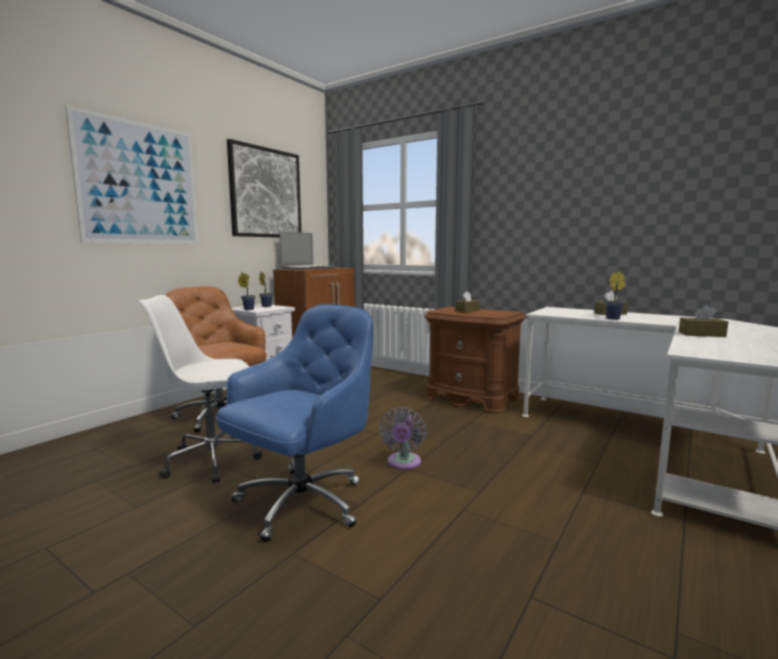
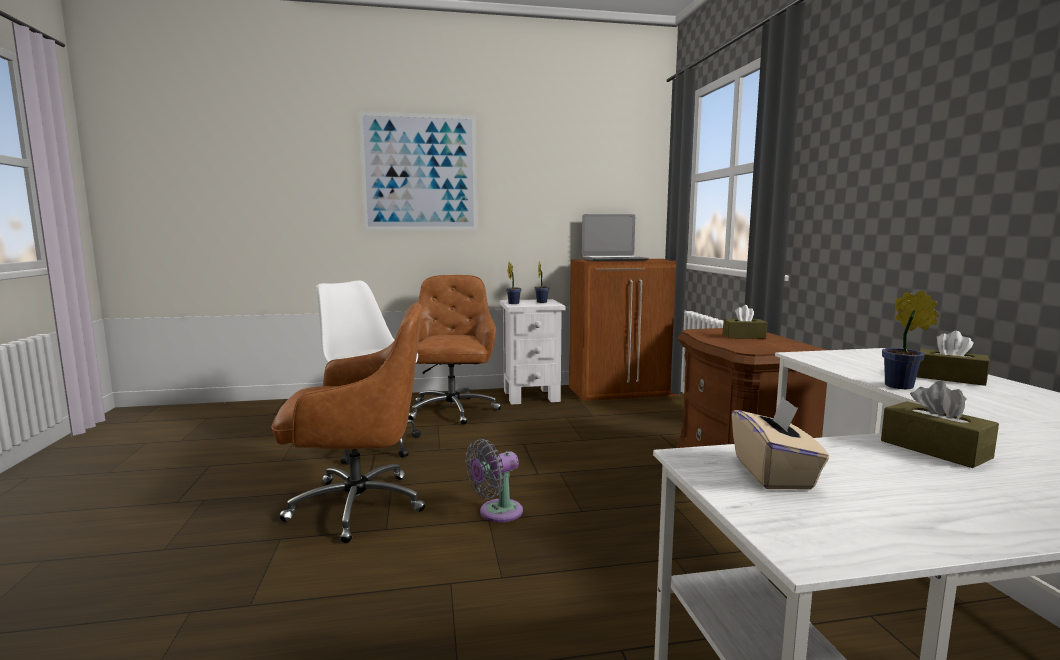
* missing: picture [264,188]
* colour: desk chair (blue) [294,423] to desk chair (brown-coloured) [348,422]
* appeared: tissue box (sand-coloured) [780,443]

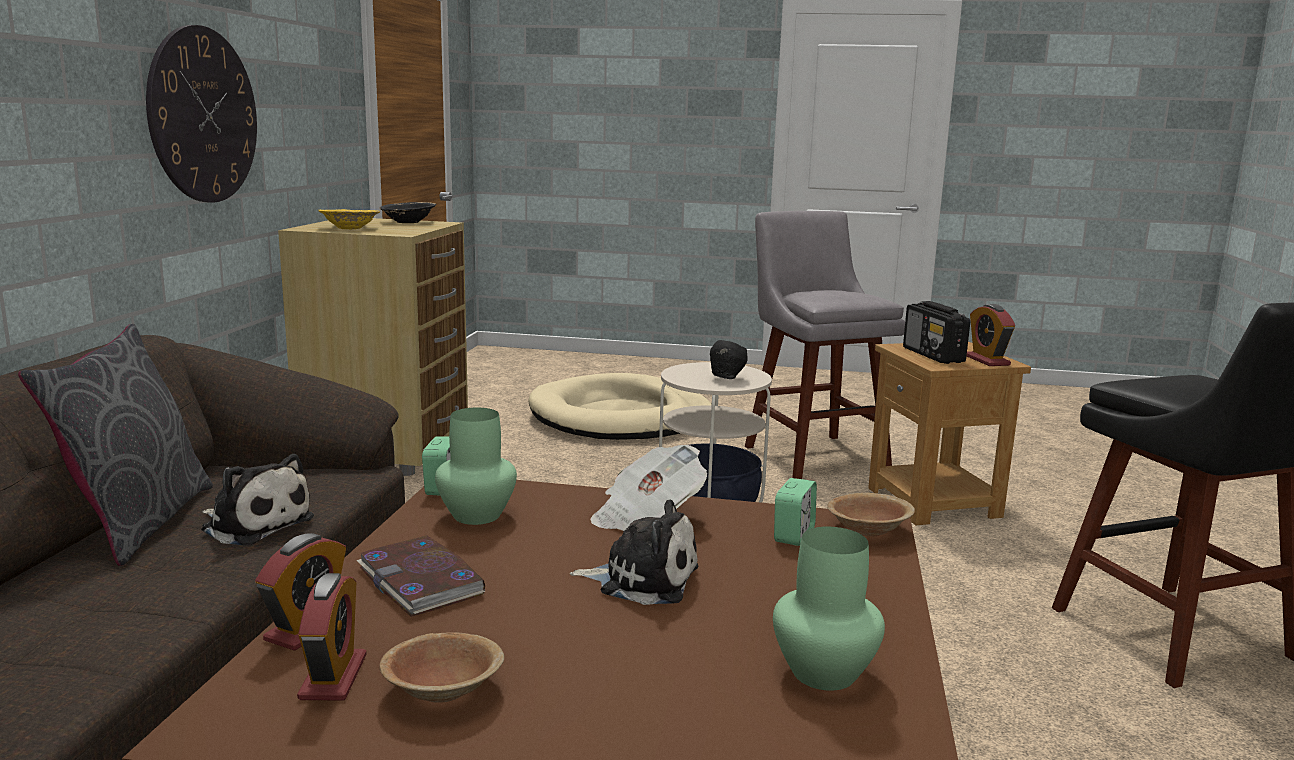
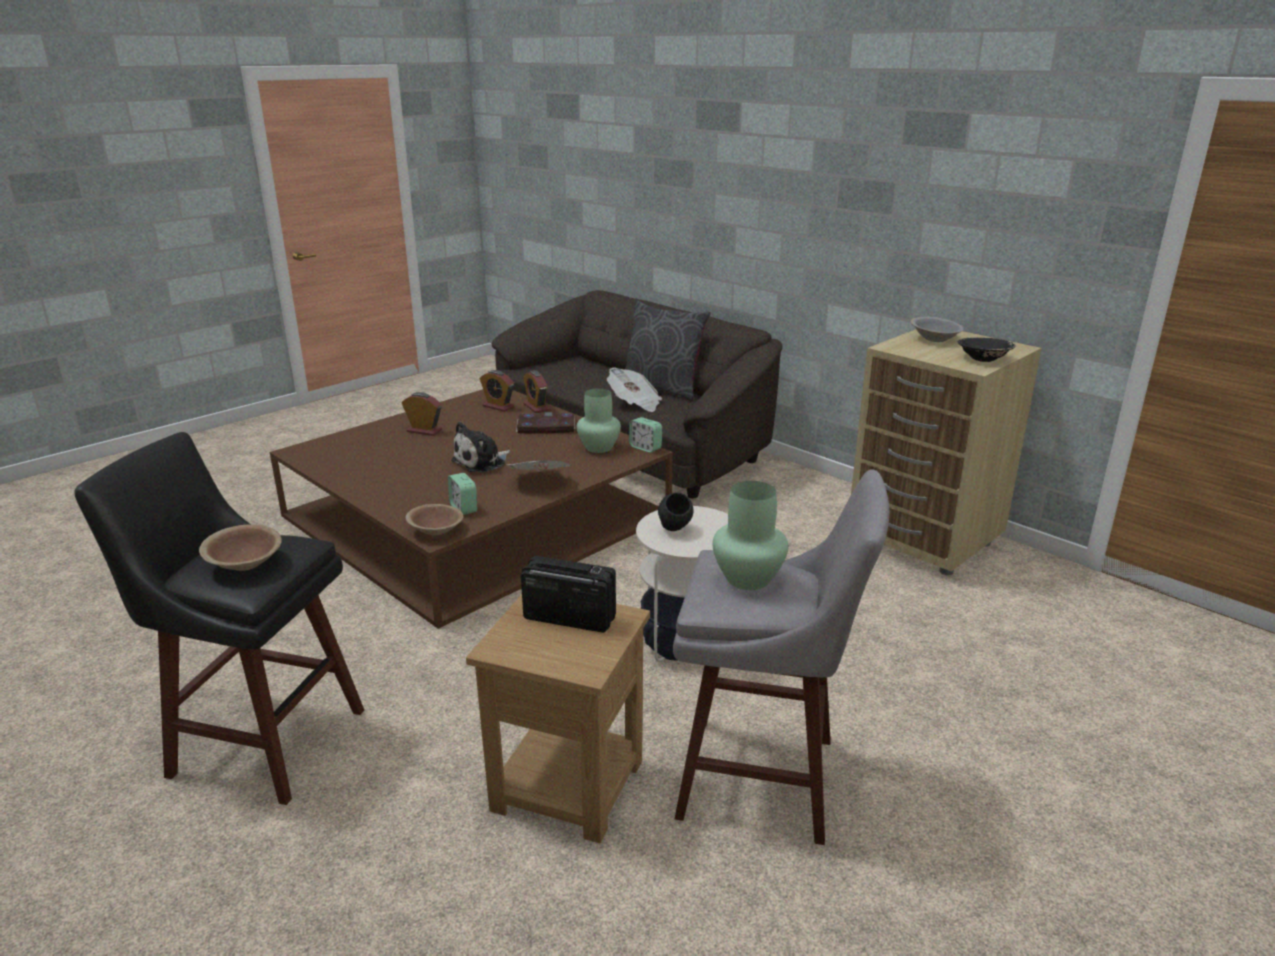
* missing: clock on the wall [201,114]
* colour: deep dish (yellow) [349,219] to deep dish (gray) [937,329]
* relocated: table clock [991,335] to [421,414]
* missing: dog cushion (sand-coloured) [620,406]
* exchanged: cuddly toy [257,500] to newspaper [634,389]
* relocated: flower vase (greenish) [829,609] to [750,535]
* relocated: deep dish (brown-coloured) [441,667] to [240,547]

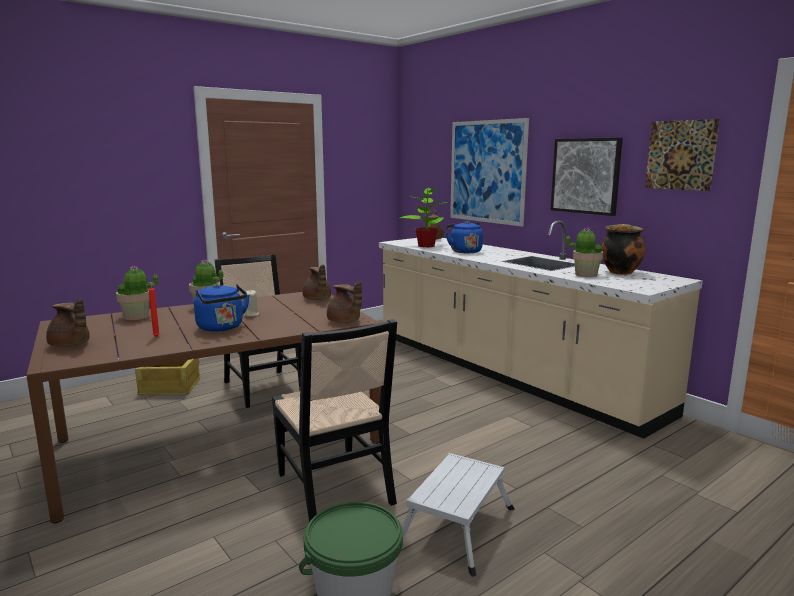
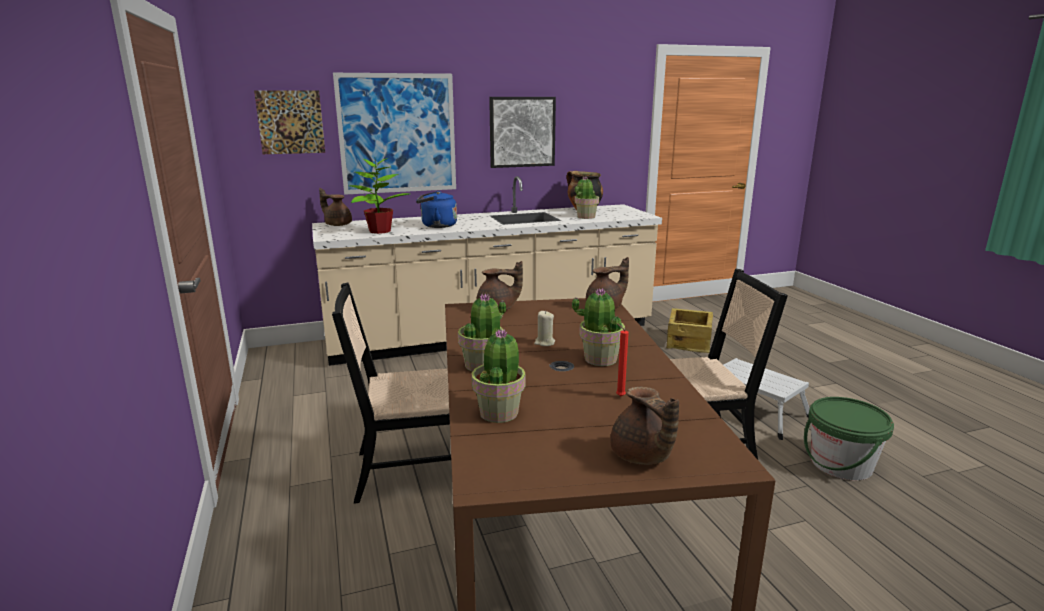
* relocated: picture [682,155] to [289,122]
* exchanged: kettle (blue) [222,308] to plant in a pot [598,327]
* spun: teapot (brown-coloured) [68,323] = [644,426] 105 degrees clockwise
* relocated: crate [167,376] to [689,330]

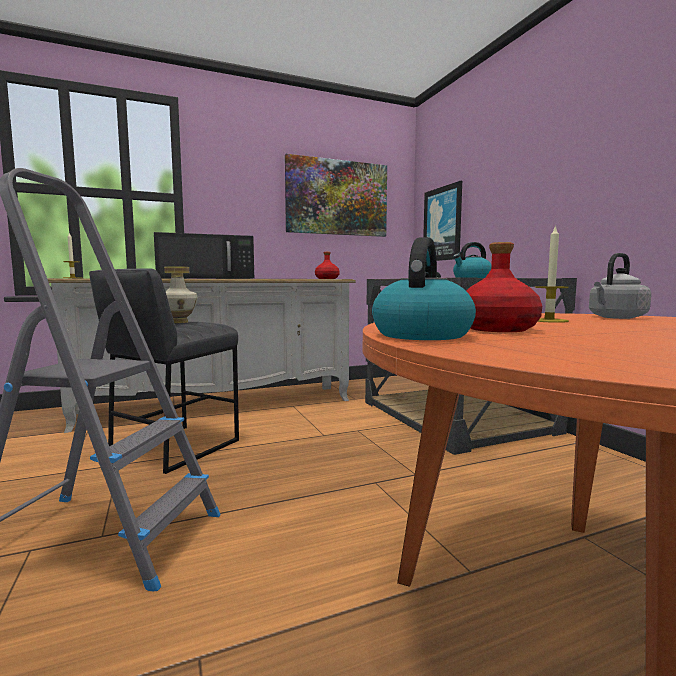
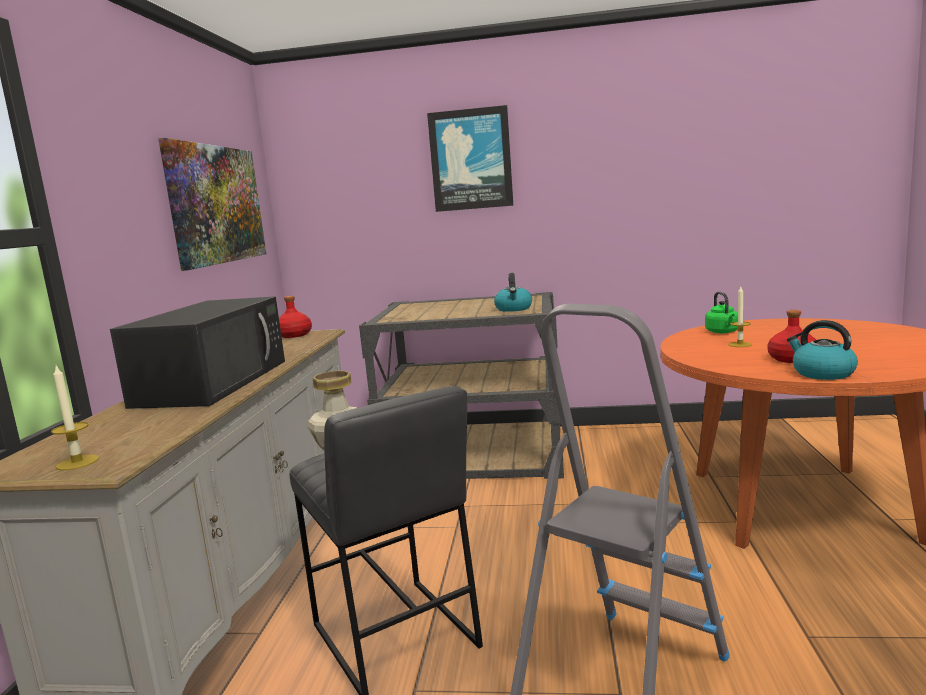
* relocated: picture [442,221] to [470,158]
* colour: kettle (gray) [620,286] to kettle (greenish) [721,312]

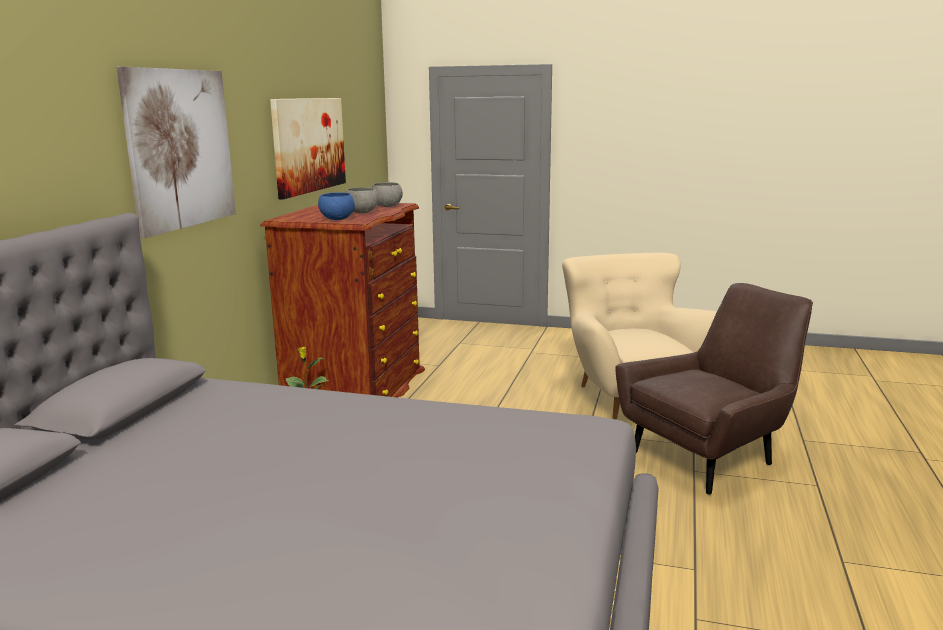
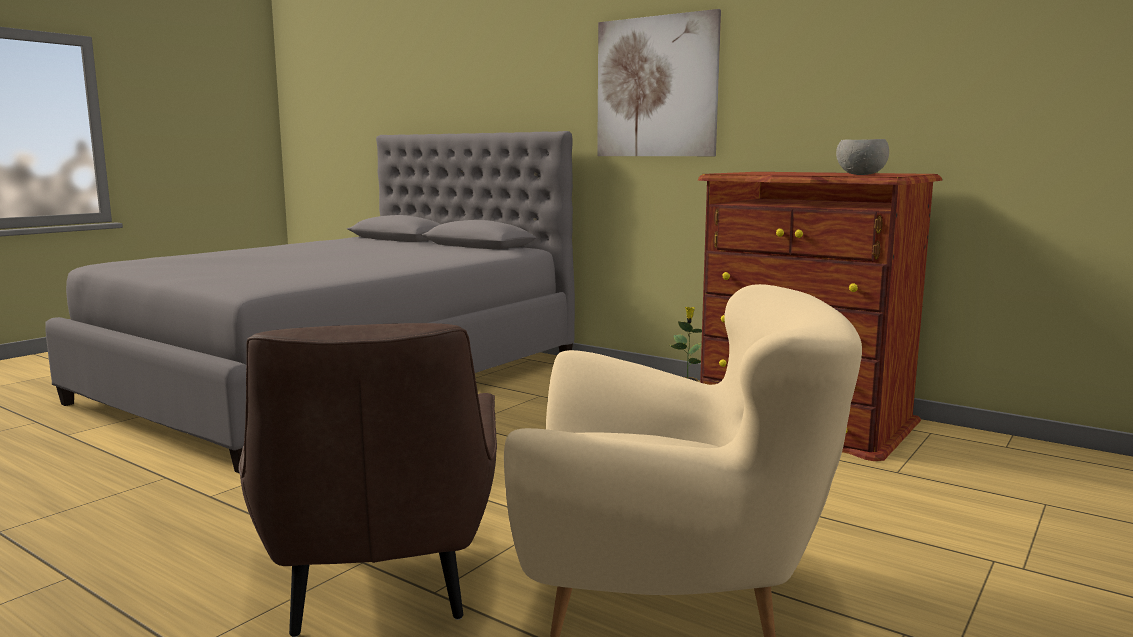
* missing: picture [308,148]
* missing: deep dish (gray) [361,200]
* missing: deep dish (blue) [336,206]

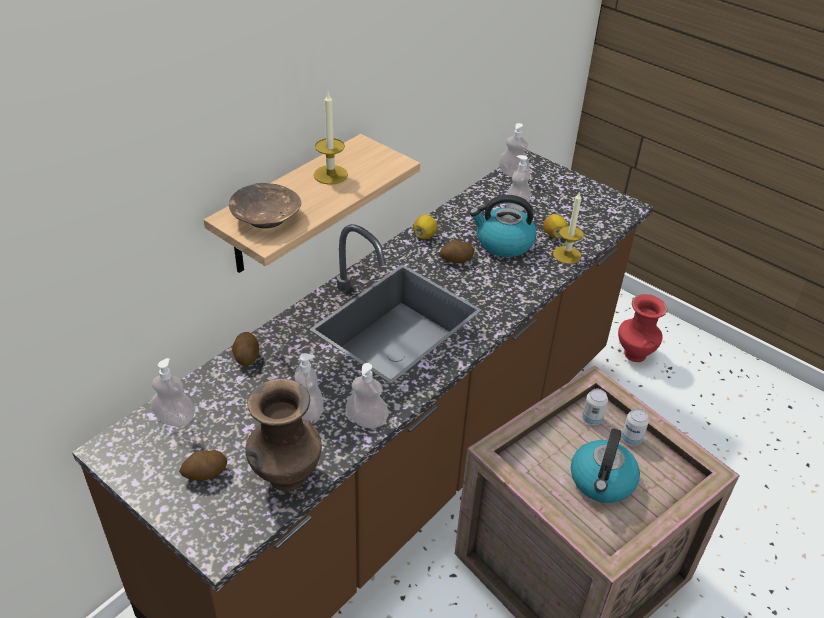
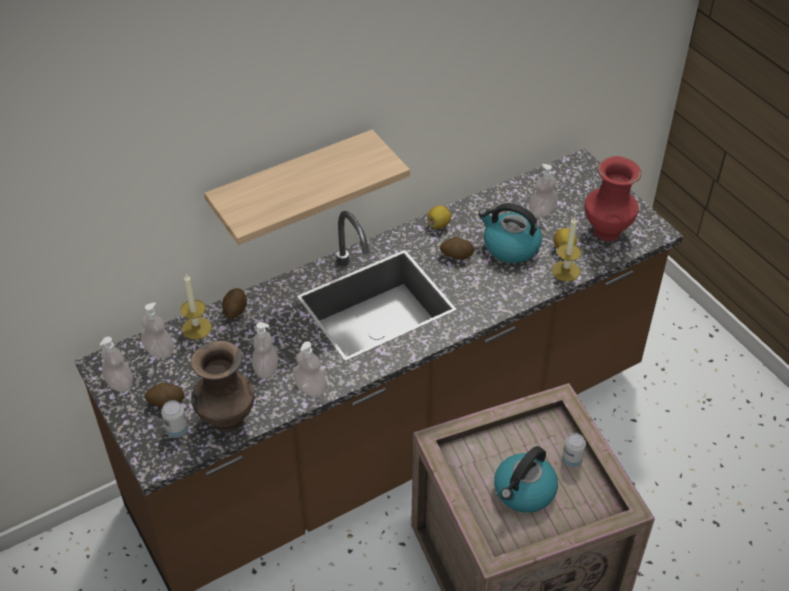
* relocated: wax candle [331,139] to [196,307]
* relocated: soap dispenser [514,150] to [116,364]
* missing: deep dish (brown-coloured) [265,206]
* relocated: flower vase (red-coloured) [642,328] to [613,198]
* relocated: metal can [595,407] to [174,419]

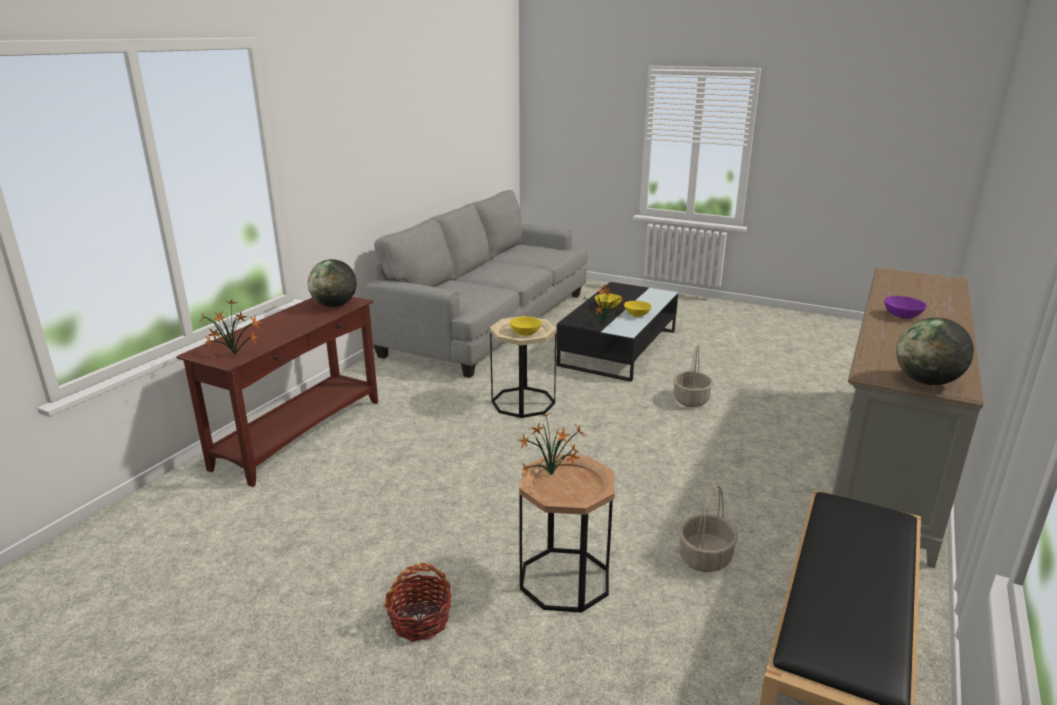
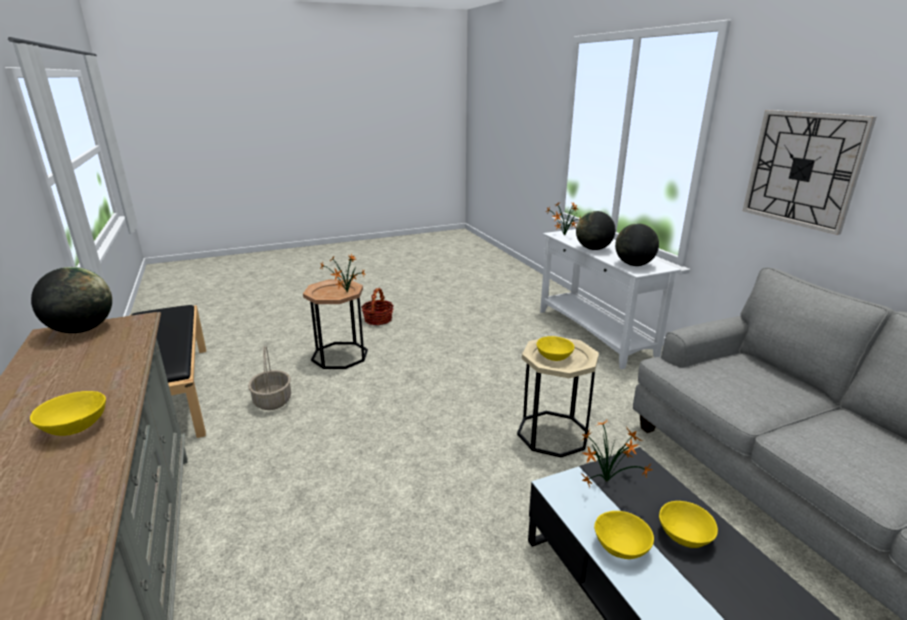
* colour: deep dish (purple-coloured) [905,307] to deep dish (yellow) [68,413]
* colour: hall table (brown-coloured) [277,392] to hall table (white-coloured) [610,299]
* missing: basket [693,376]
* appeared: clock on the wall [809,172]
* appeared: world globe [595,230]

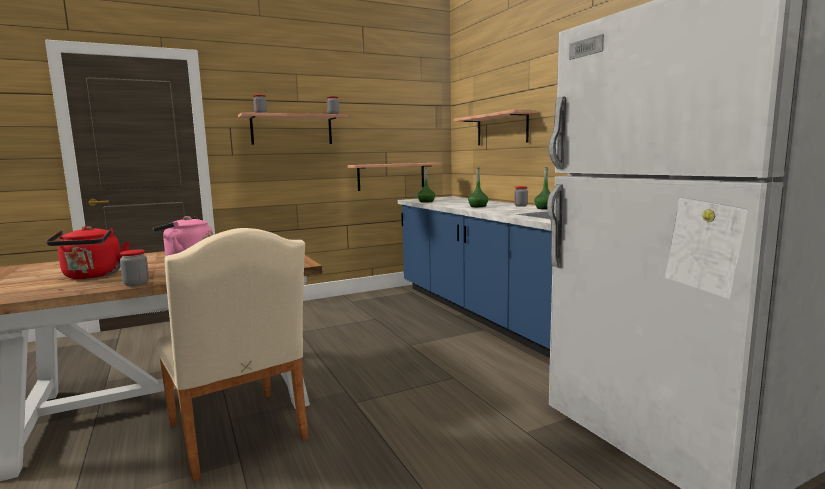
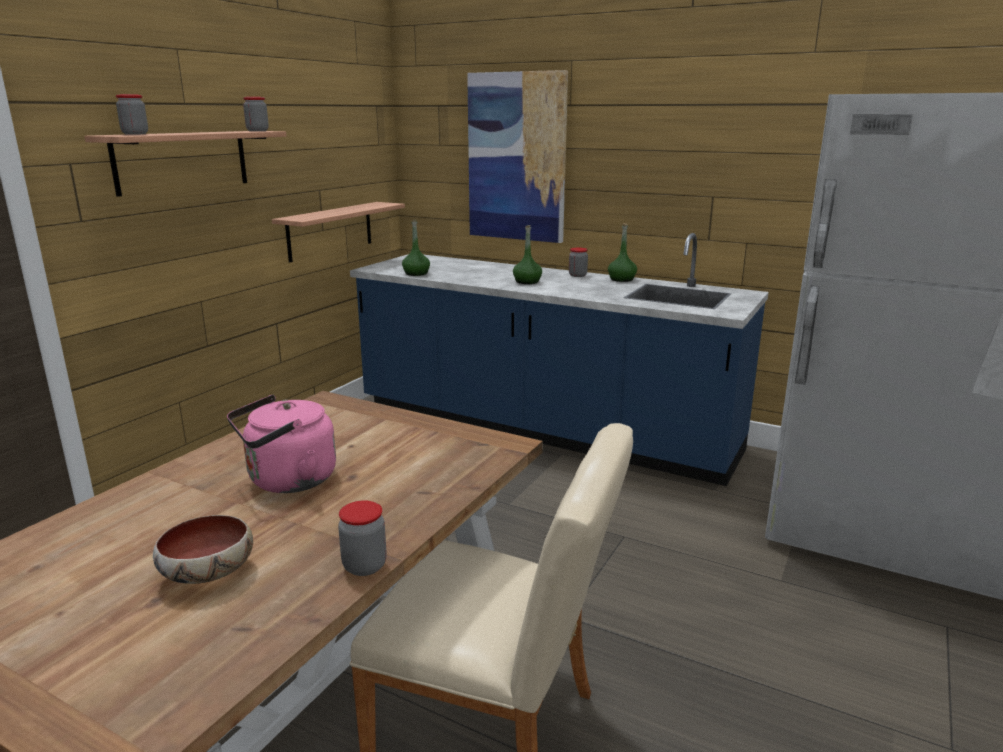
* exchanged: wall shelf [495,127] to picture [517,156]
* exchanged: kettle (red-coloured) [88,252] to deep dish [203,549]

